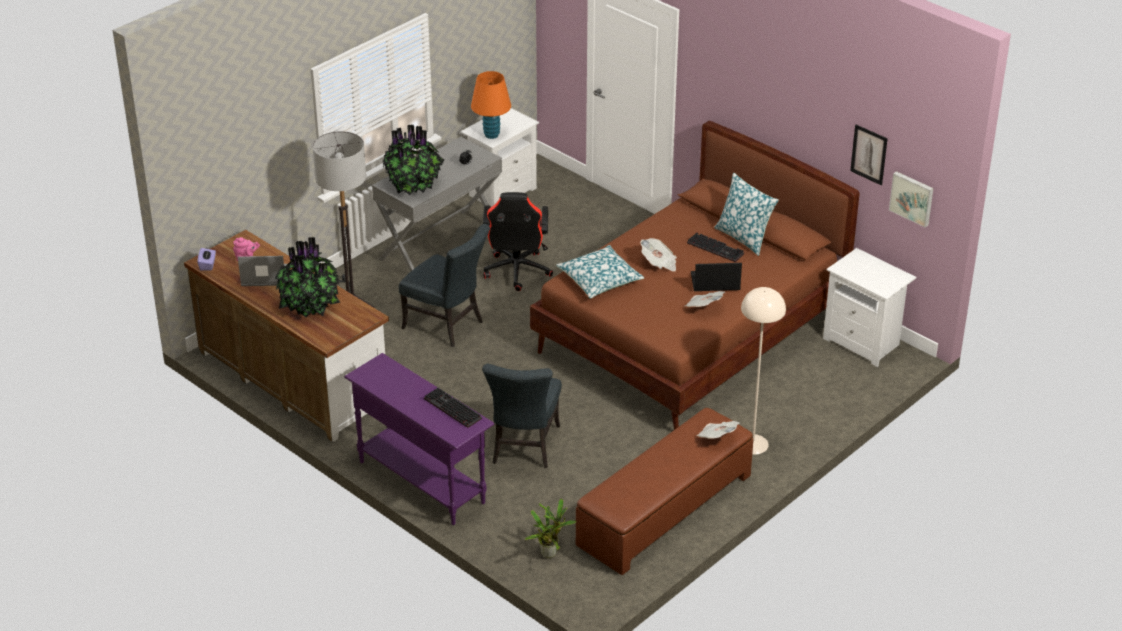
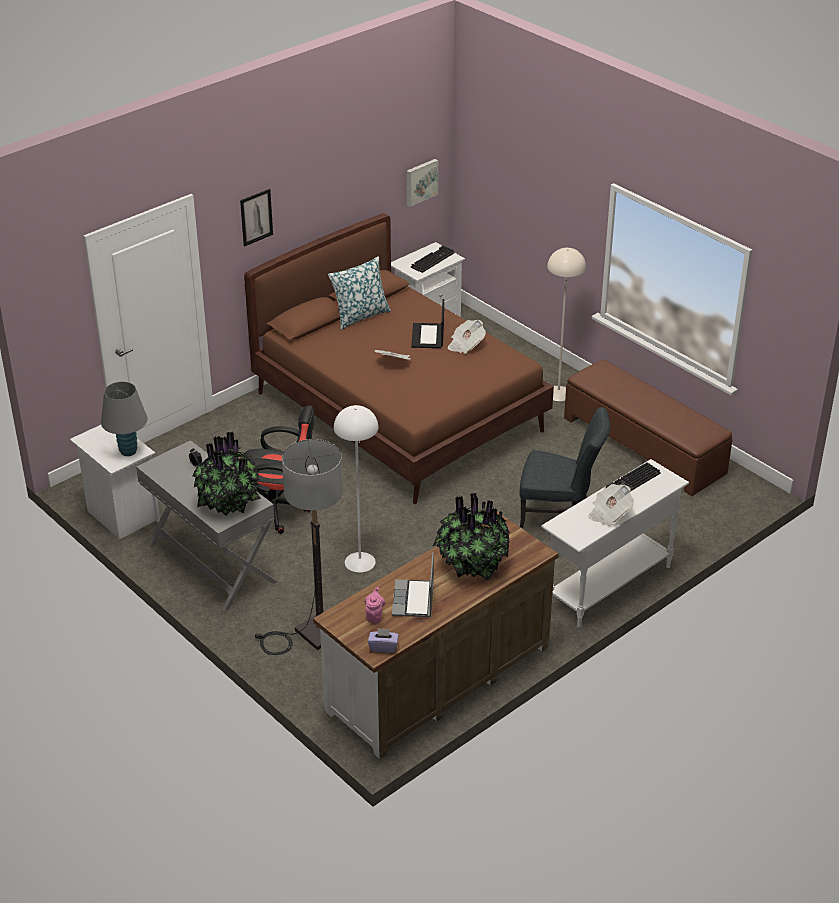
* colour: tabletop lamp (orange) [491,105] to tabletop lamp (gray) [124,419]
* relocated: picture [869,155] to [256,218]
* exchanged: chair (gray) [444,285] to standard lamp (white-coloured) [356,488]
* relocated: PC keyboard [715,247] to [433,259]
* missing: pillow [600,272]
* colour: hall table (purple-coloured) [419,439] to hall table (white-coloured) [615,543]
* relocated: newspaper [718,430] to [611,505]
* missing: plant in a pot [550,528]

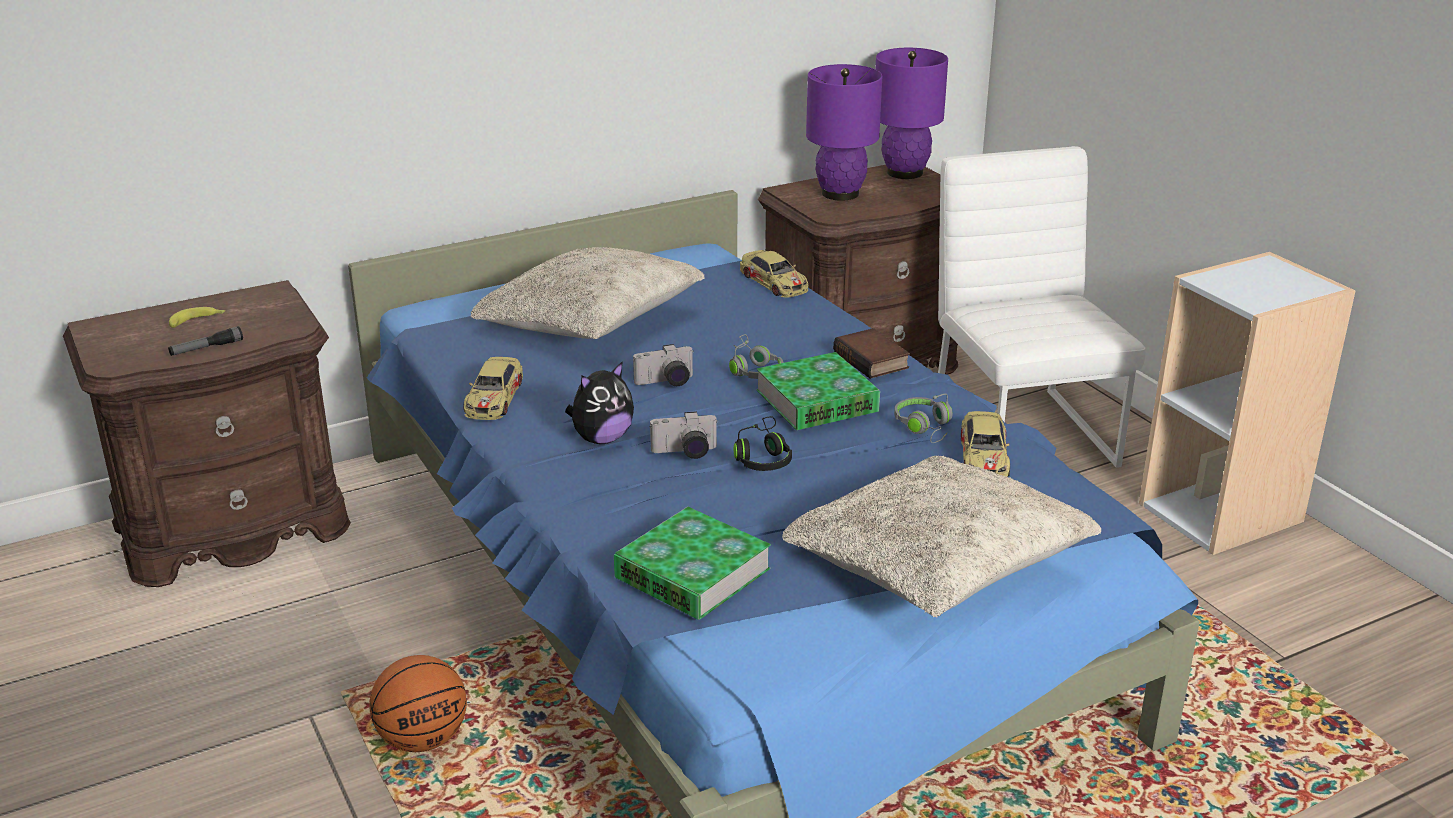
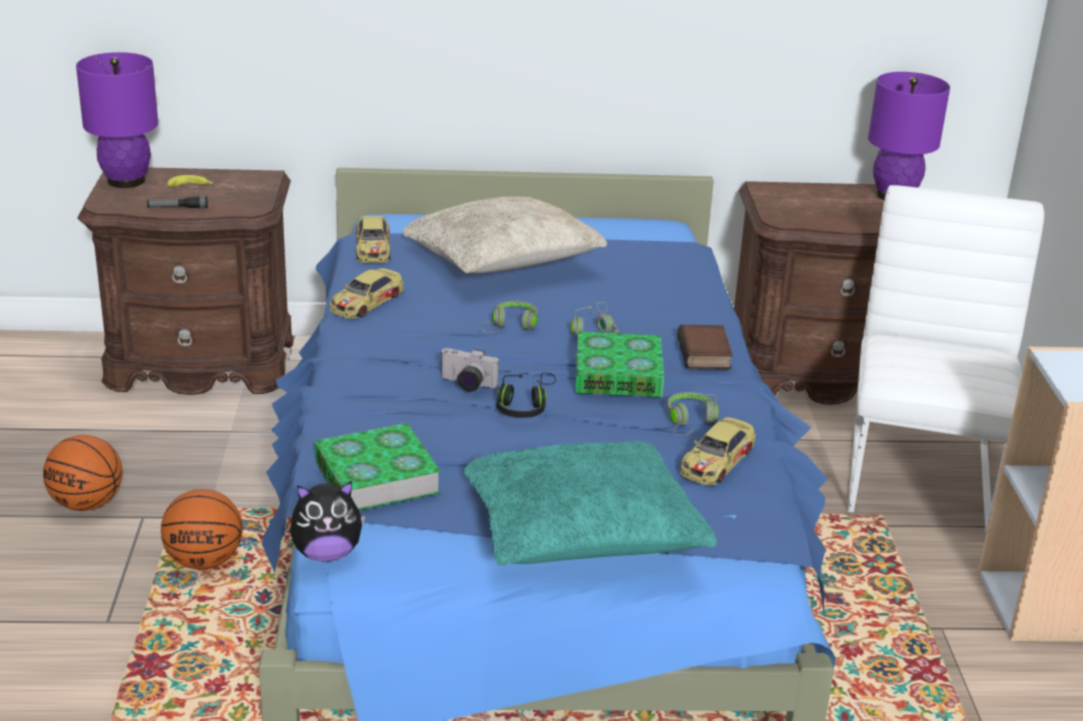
* relocated: tabletop lamp (purple-coloured) [844,132] to [117,120]
* relocated: miniature car [774,274] to [373,239]
* exchanged: photo camera [663,365] to headphones (gray) [509,316]
* relocated: cuddly toy [599,402] to [328,521]
* colour: pillow (sand-coloured) [941,536] to pillow (blue-green) [590,503]
* appeared: basketball ball [83,473]

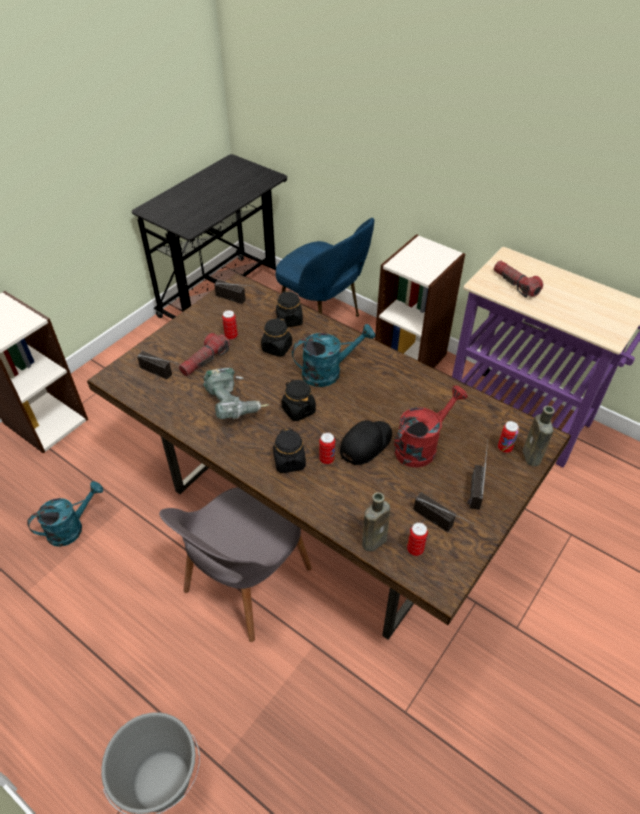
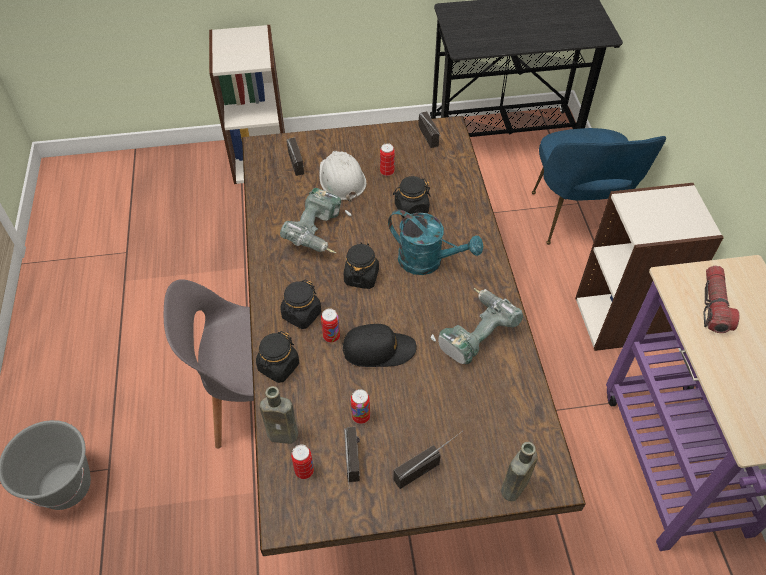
* relocated: preserve jar (black-coloured) [289,308] to [277,357]
* exchanged: hand torch [204,354] to work helmet (white-coloured) [342,176]
* missing: watering can (red-coloured) [431,426]
* relocated: metal can [508,437] to [360,406]
* missing: watering can (blue-green) [65,514]
* appeared: power drill [476,326]

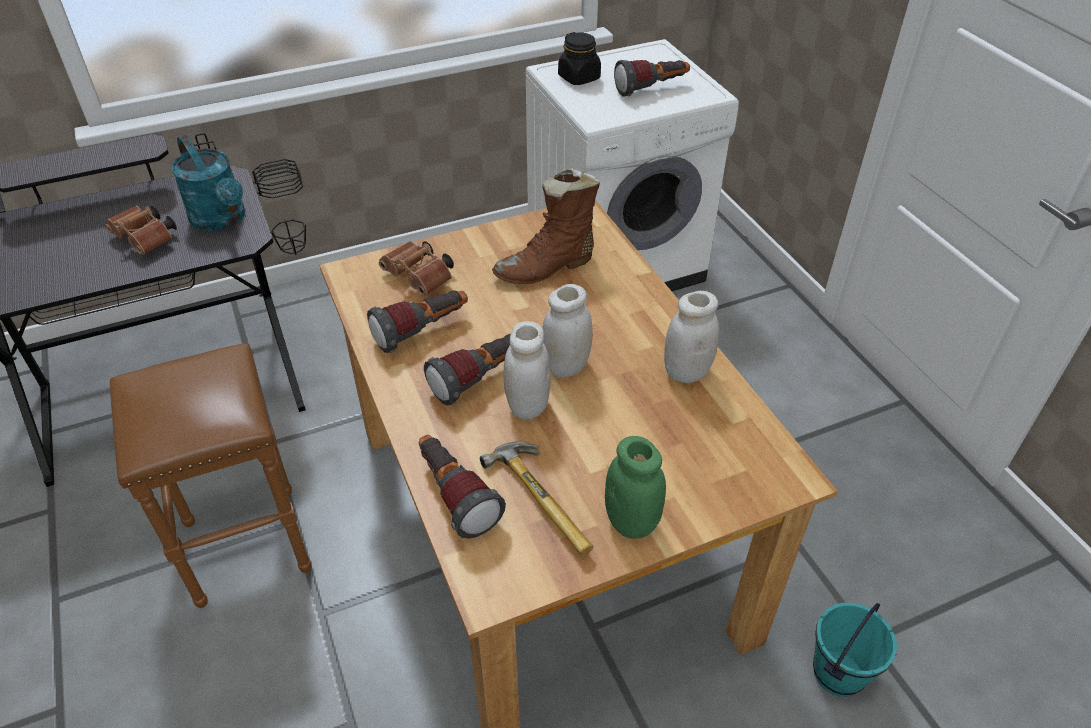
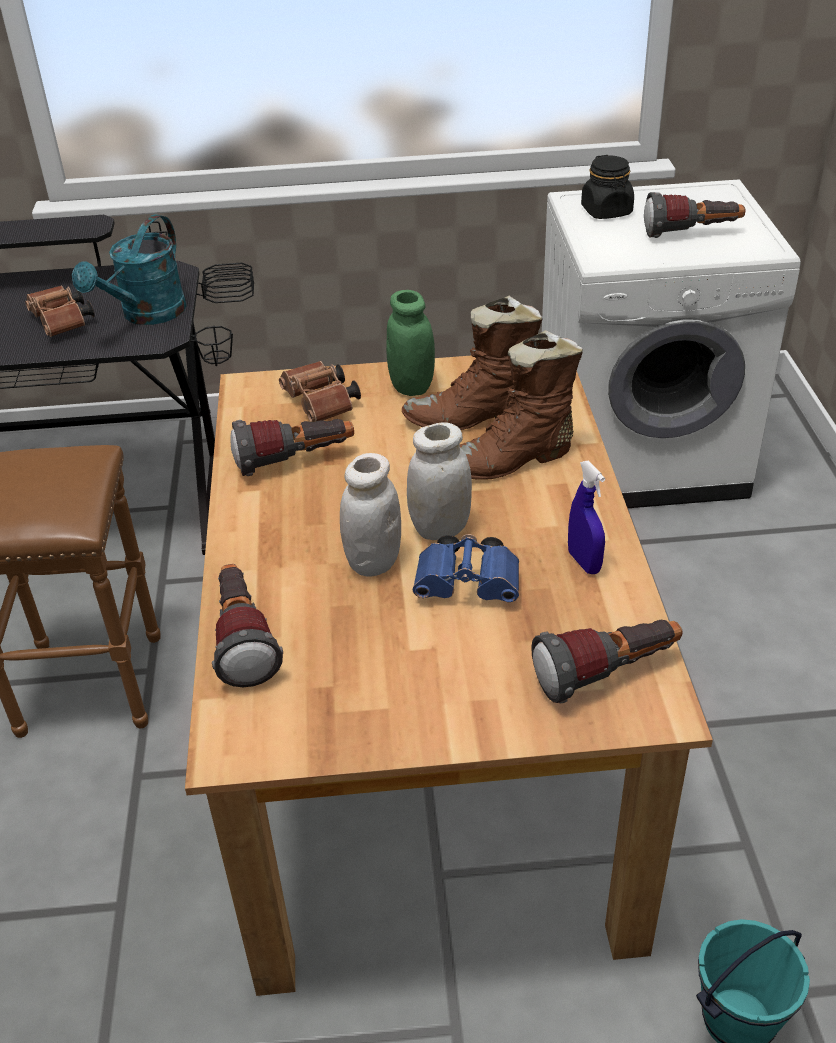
* spun: watering can (blue-green) [208,183] = [129,269] 45 degrees clockwise
* exchanged: preserve jar (white-coloured) [691,337] to spray bottle (blue) [586,517]
* relocated: hand torch [467,370] to [607,661]
* relocated: preserve jar (greenish) [635,487] to [410,343]
* missing: tool hammer [536,498]
* appeared: high-top boot (brown-coloured) [521,405]
* appeared: binoculars (blue) [466,568]

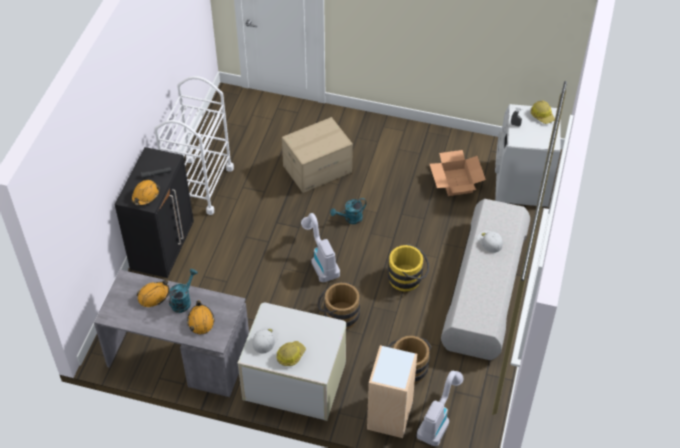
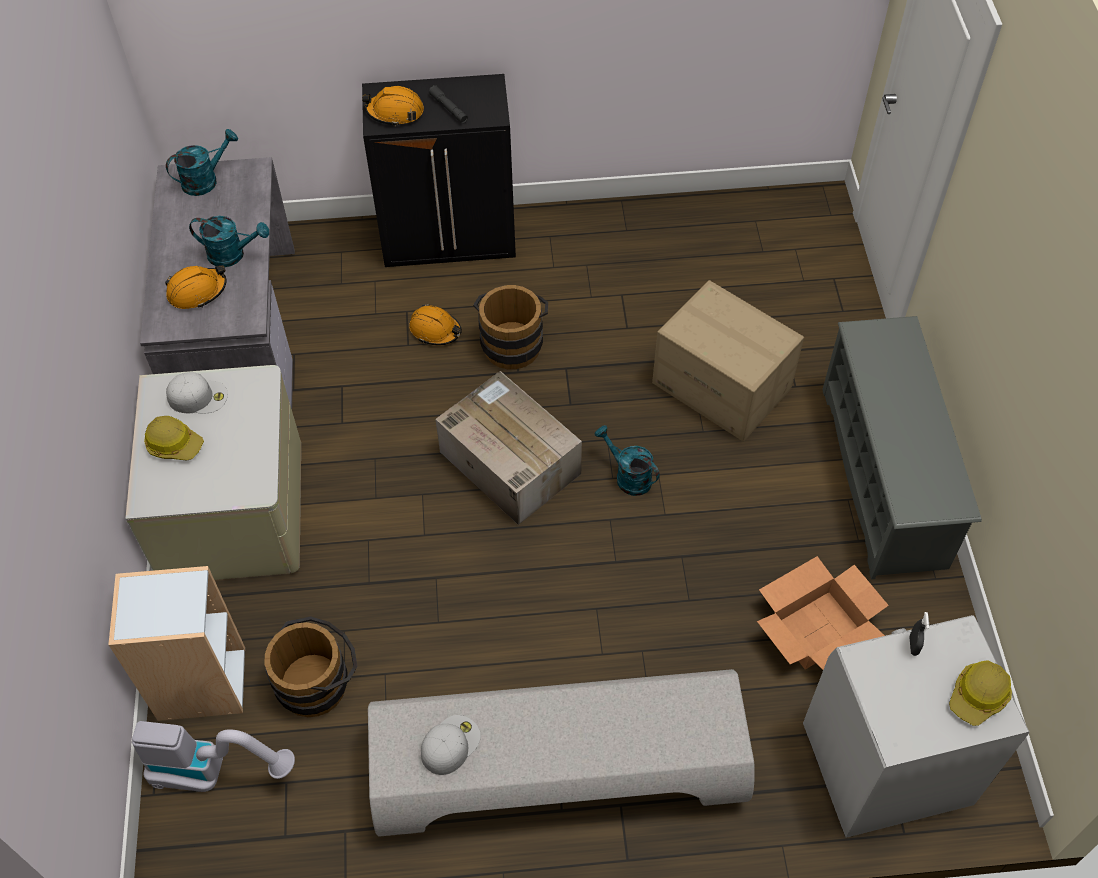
* missing: wheeled cart (white-coloured) [194,145]
* exchanged: vacuum [320,247] to cardboard box [508,448]
* relocated: cap (white-coloured) [490,242] to [451,745]
* missing: water bucket (yellow) [408,267]
* relocated: work helmet (orange) [153,293] to [435,324]
* relocated: water bucket (brown-coloured) [338,305] to [510,327]
* appeared: watering can (blue-green) [202,162]
* appeared: shoe rack (gray) [902,448]

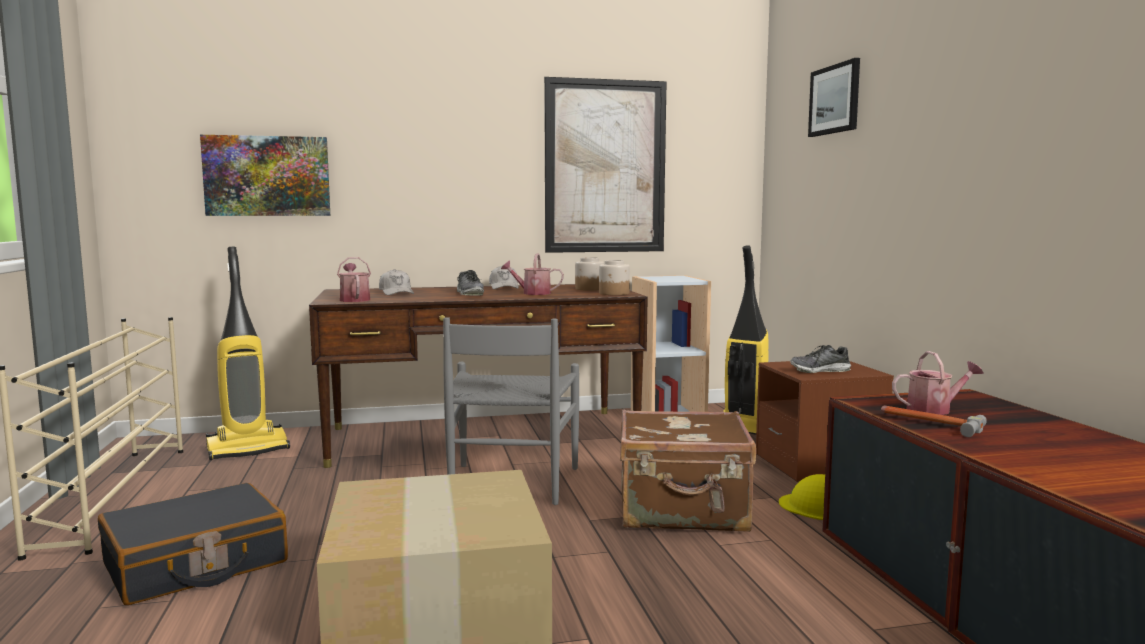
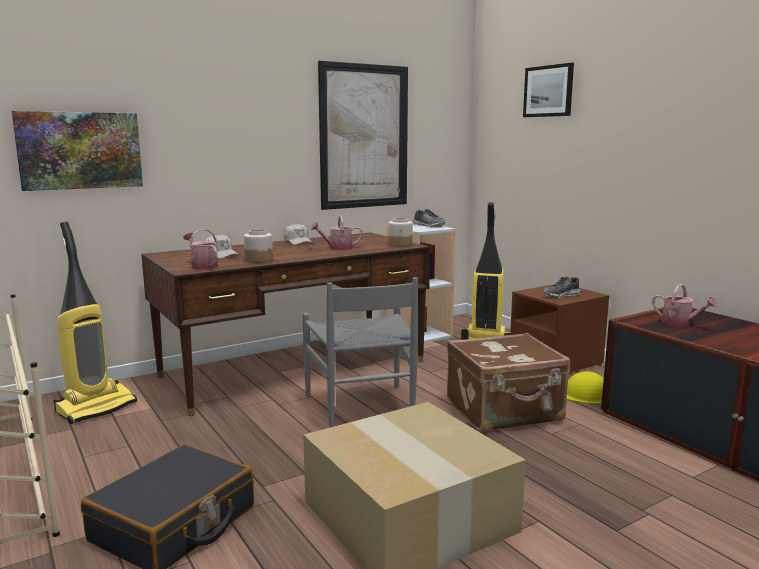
* relocated: preserve jar [589,274] to [258,246]
* relocated: shoe [470,282] to [429,218]
* spun: watering can [937,383] = [685,305] 75 degrees clockwise
* missing: tool hammer [934,421]

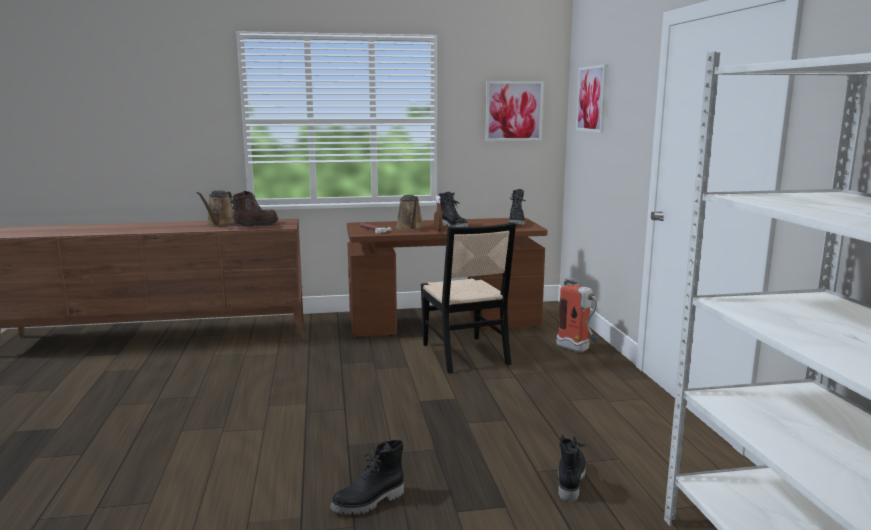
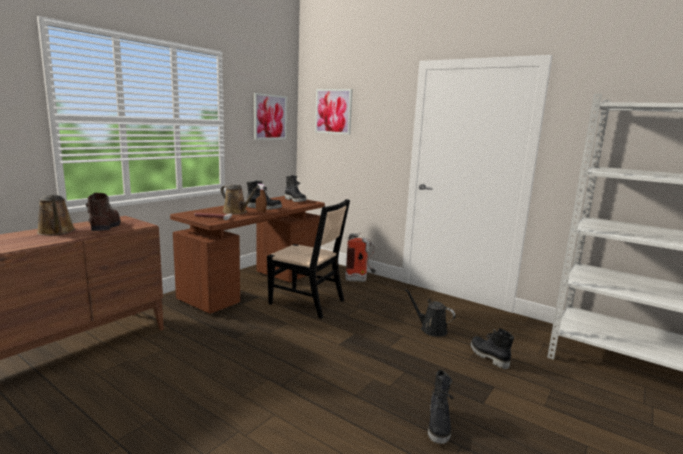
* appeared: watering can (black-coloured) [430,313]

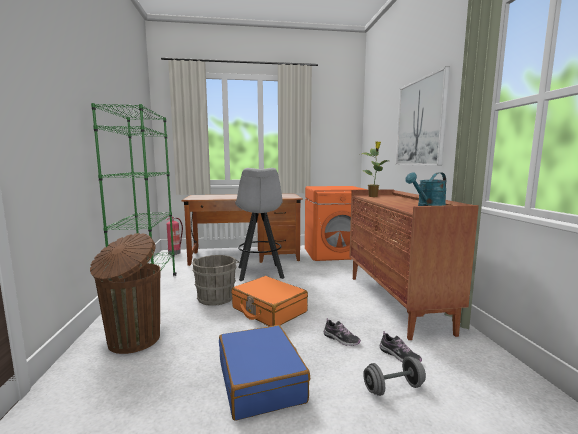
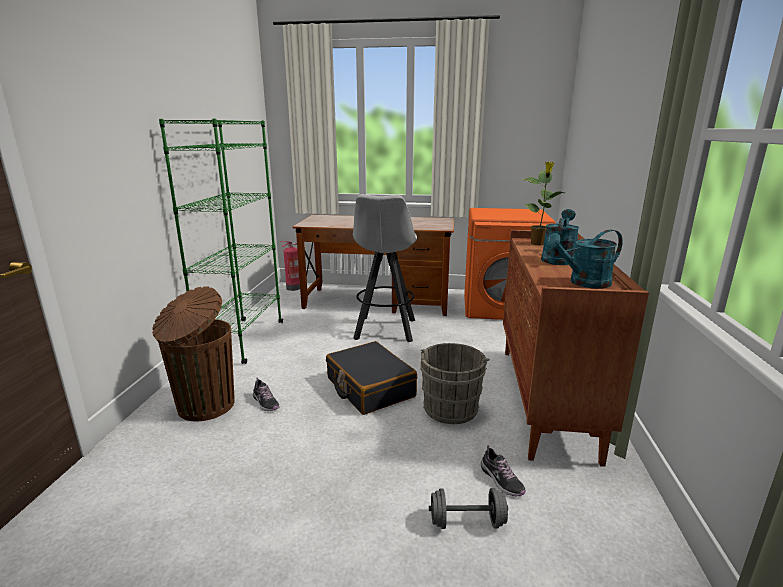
* missing: picture [423,116]
* relocated: water bucket (gray) [215,280] to [455,383]
* colour: travel case (orange) [269,301] to travel case (black-coloured) [371,378]
* relocated: shoe [342,332] to [266,394]
* missing: travel case (blue) [264,373]
* appeared: watering can (blue-green) [560,237]

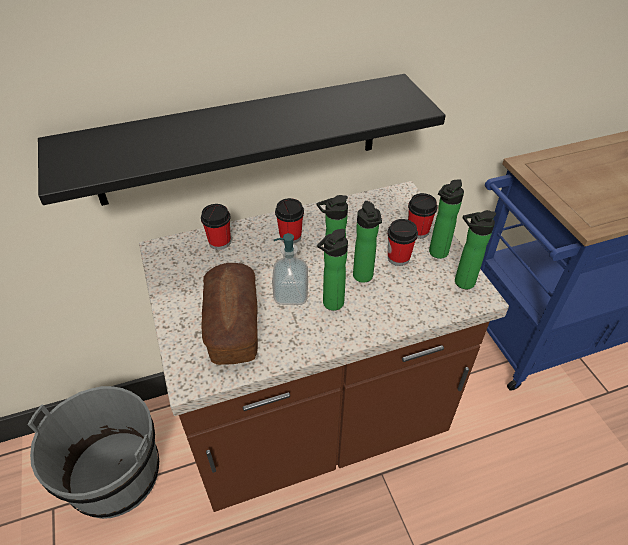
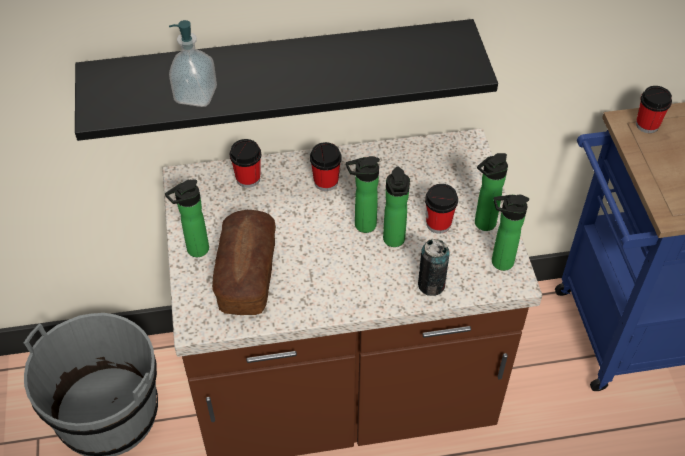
* relocated: small cup [422,216] to [654,109]
* relocated: drink bottle [332,270] to [187,218]
* relocated: soap dispenser [290,269] to [193,63]
* appeared: metal can [434,267]

